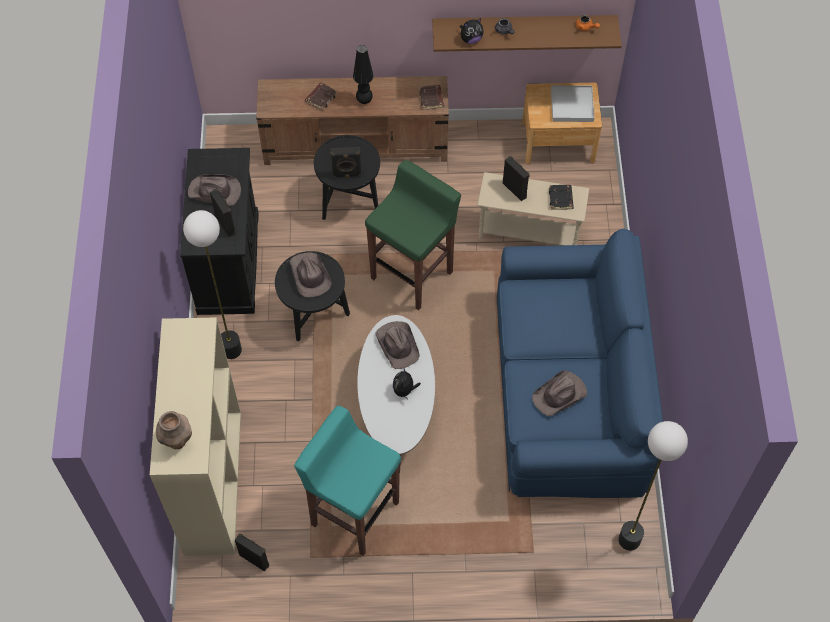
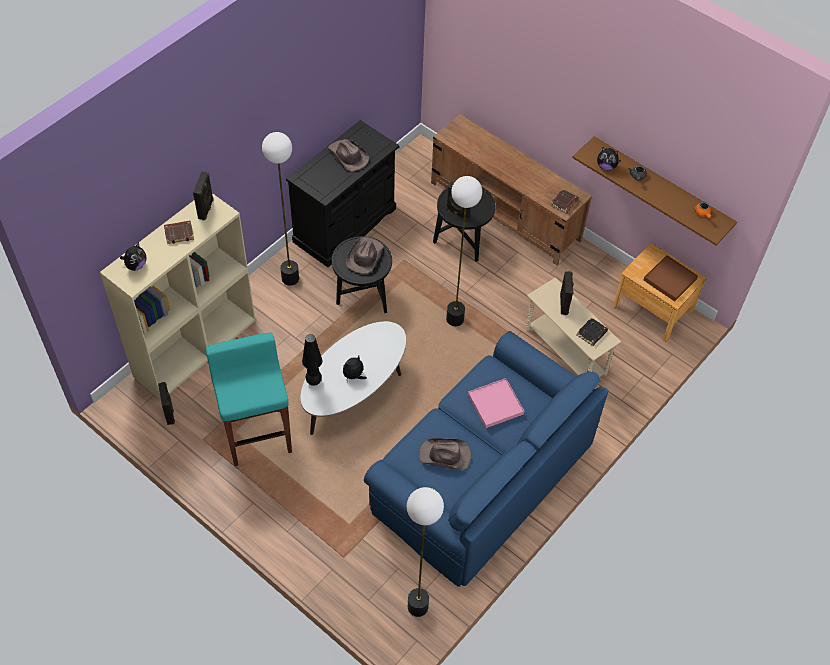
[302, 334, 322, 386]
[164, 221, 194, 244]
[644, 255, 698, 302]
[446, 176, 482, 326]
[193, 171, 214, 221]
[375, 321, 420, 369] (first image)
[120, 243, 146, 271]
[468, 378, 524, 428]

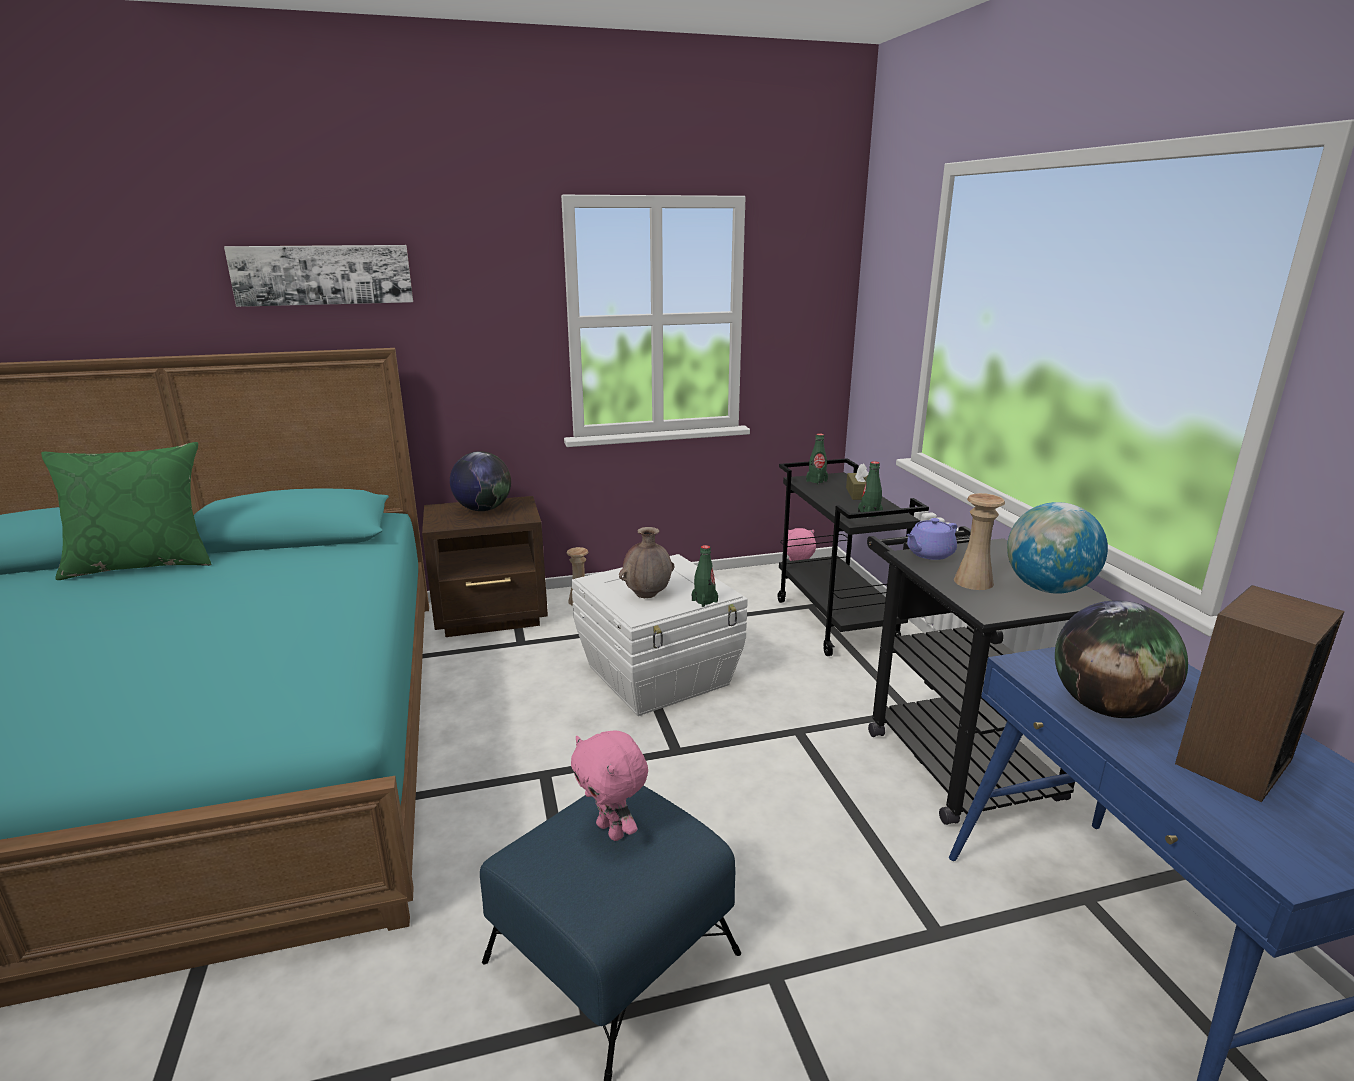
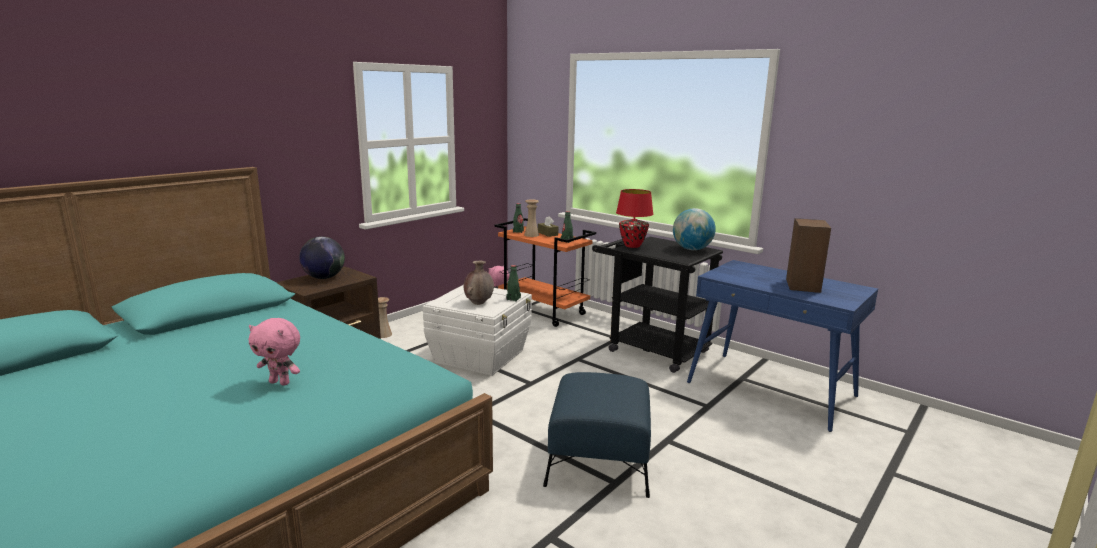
[224, 245, 413, 307] (first image)
[41, 442, 211, 580] (first image)
[495, 218, 596, 327]
[524, 200, 539, 237]
[616, 189, 653, 248]
[1055, 600, 1188, 718] (first image)
[249, 318, 300, 386]

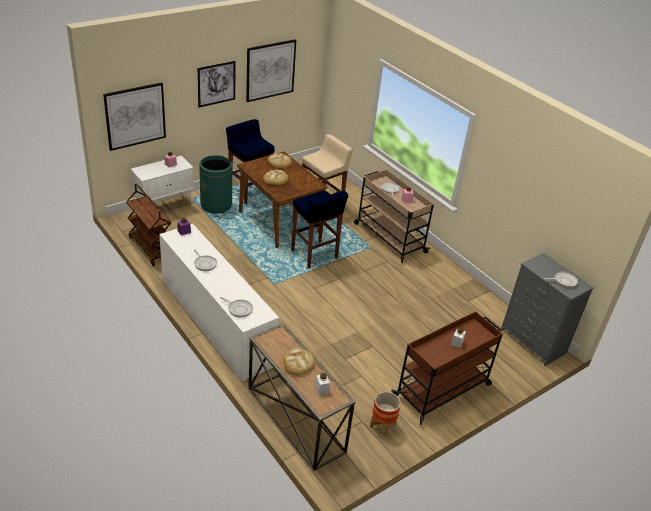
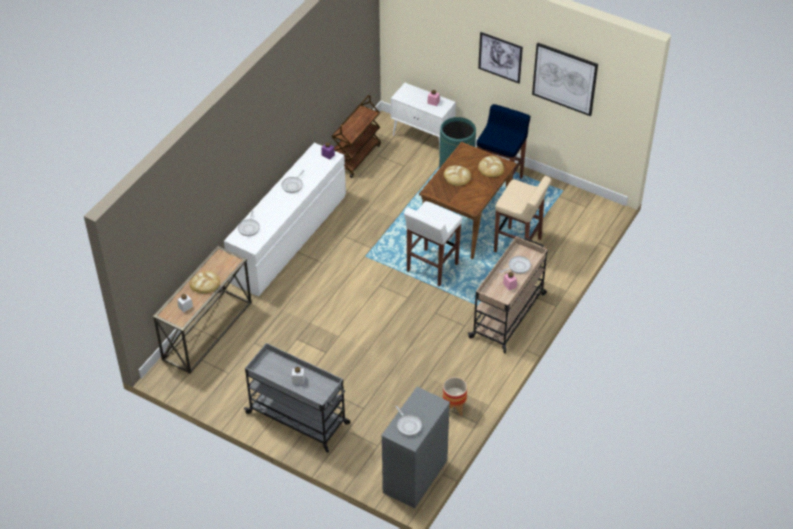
[103, 82, 166, 151] (first image)
[404, 201, 462, 286]
[244, 343, 350, 453]
[443, 377, 467, 416]

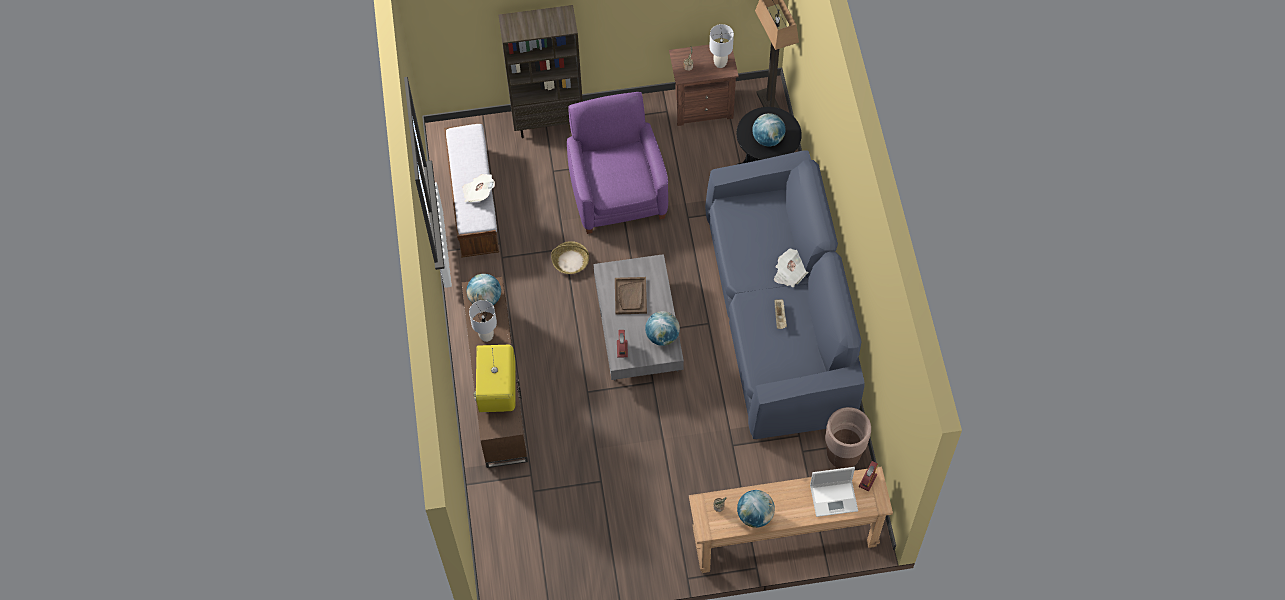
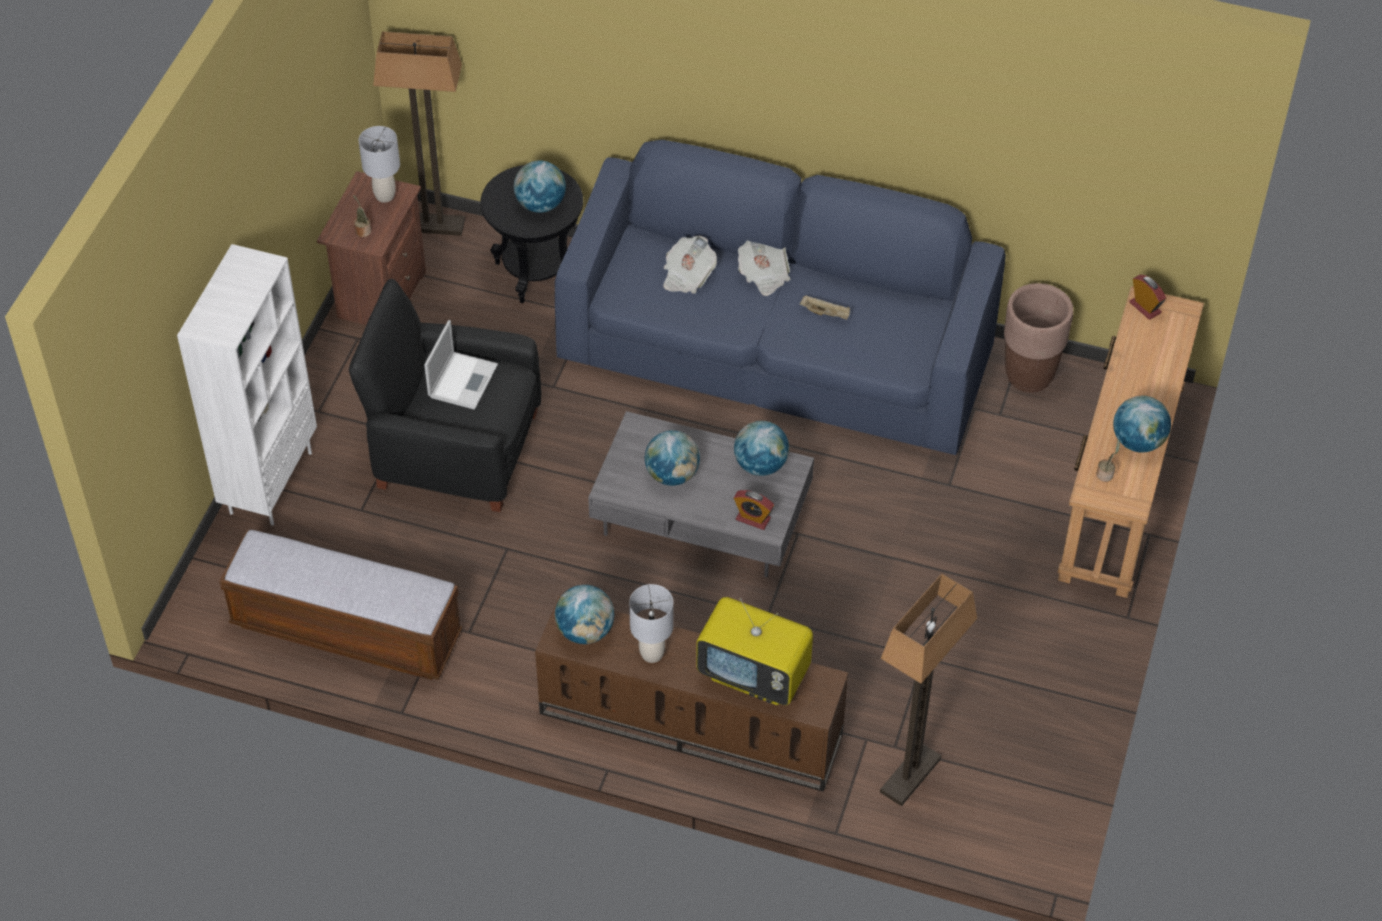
[177, 244, 317, 526]
[349, 279, 541, 512]
[663, 236, 717, 294]
[551, 241, 589, 274] (first image)
[645, 430, 700, 486]
[424, 320, 498, 410]
[880, 573, 977, 806]

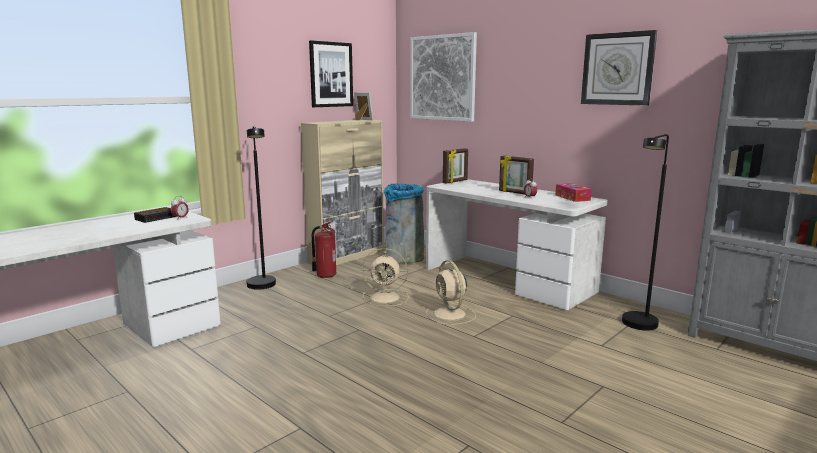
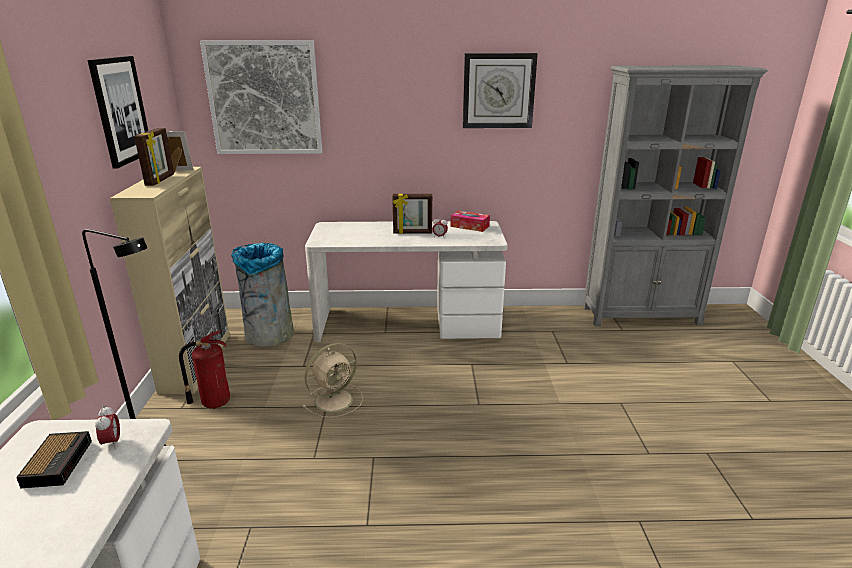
[622, 134, 669, 330] (first image)
[134, 128, 174, 186]
[426, 260, 476, 325] (first image)

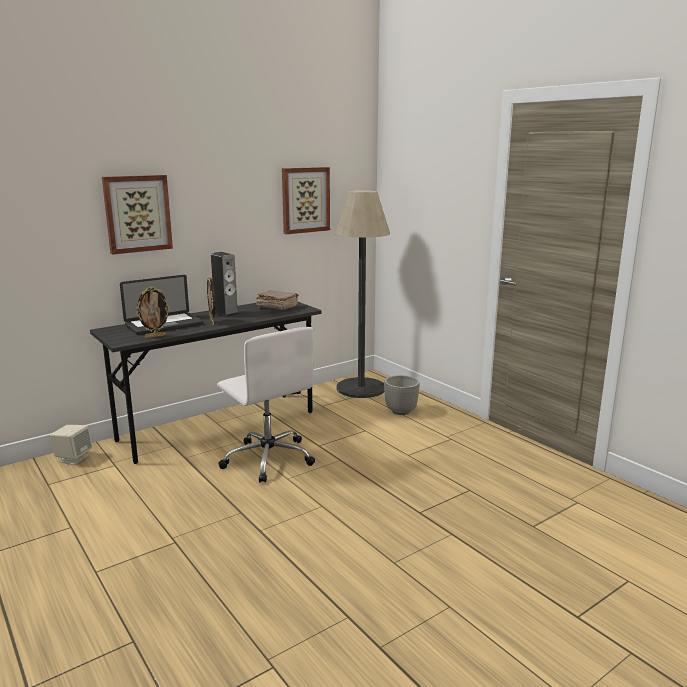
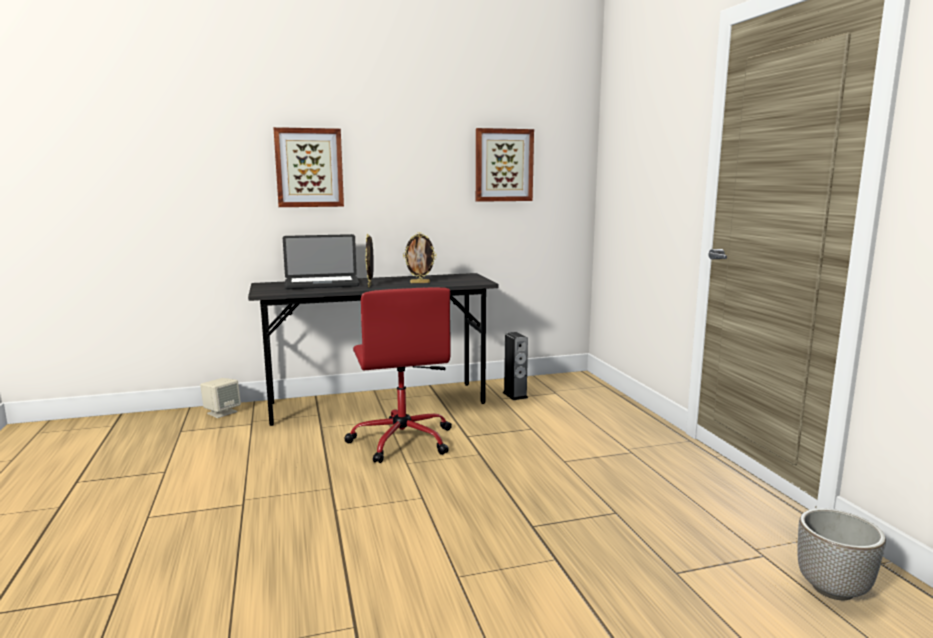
[335, 190, 390, 398] (first image)
[503, 332, 528, 400]
[403, 232, 437, 283]
[256, 290, 299, 310] (first image)
[345, 287, 452, 463]
[798, 508, 886, 600]

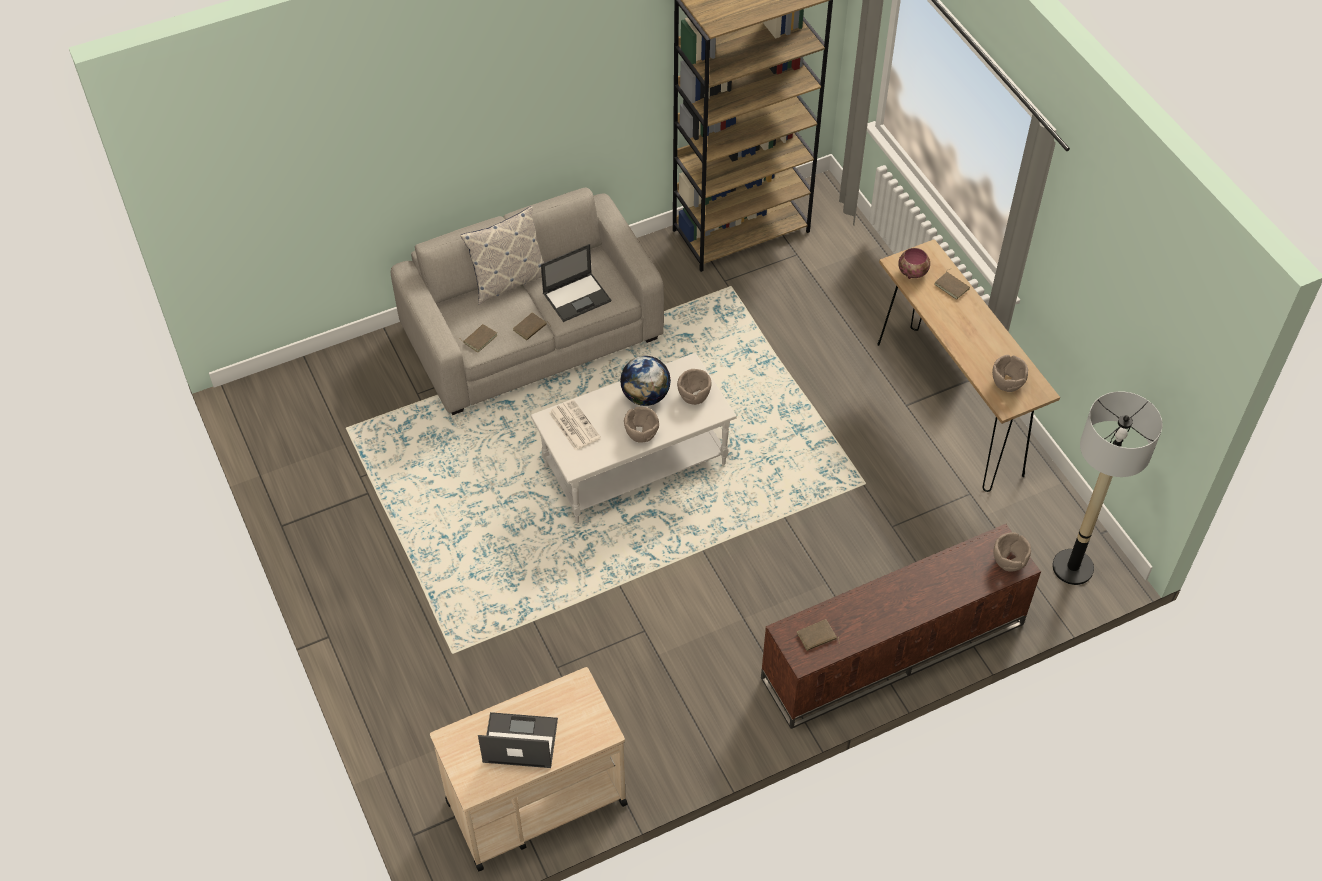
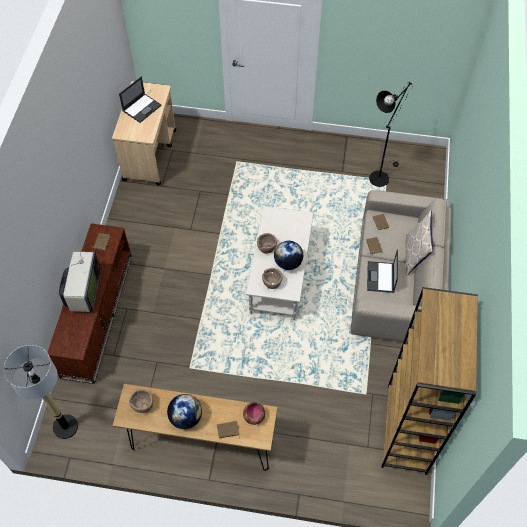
[549, 399, 601, 451] (first image)
[993, 532, 1031, 572] (first image)
[369, 82, 413, 187]
[59, 234, 101, 312]
[167, 394, 202, 429]

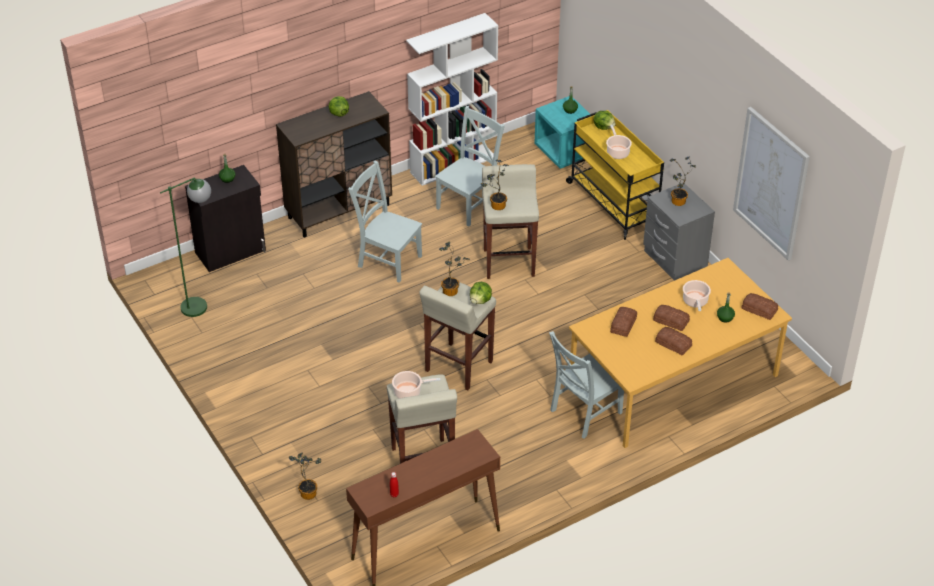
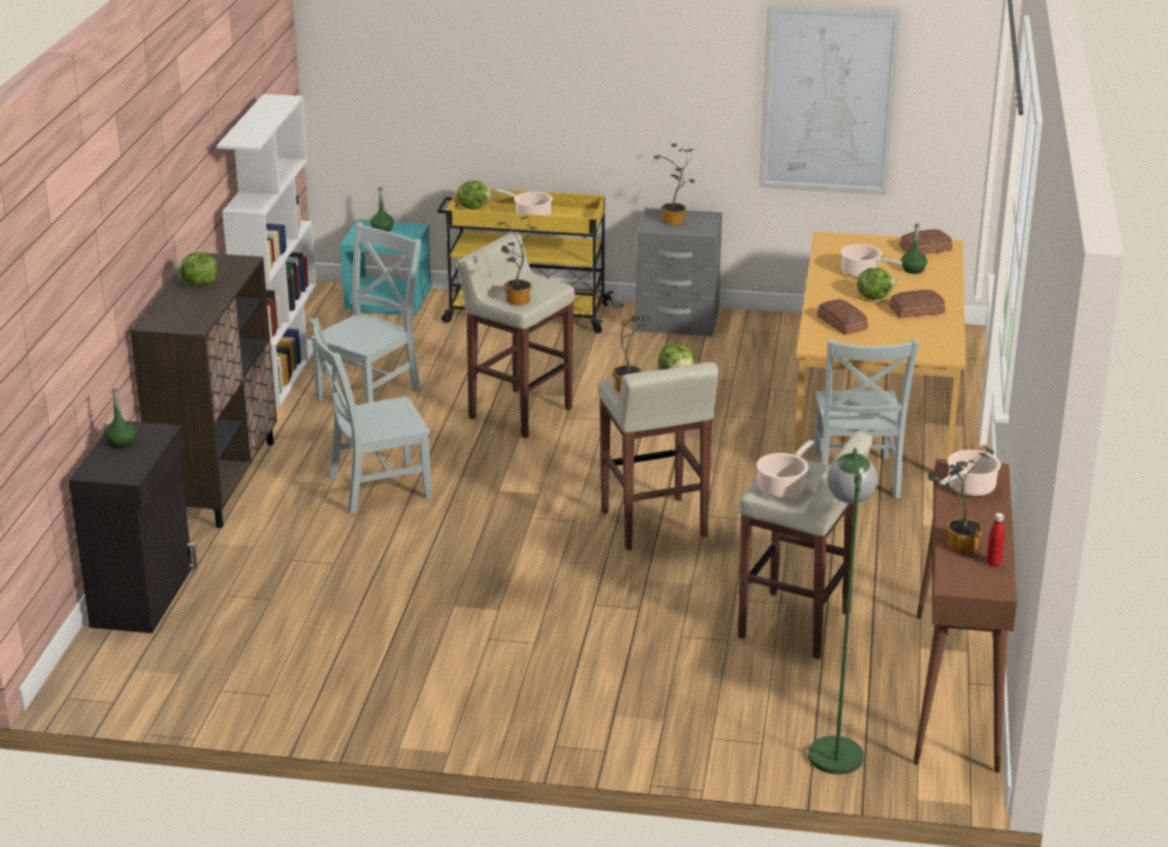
[310, 222, 421, 404]
[808, 448, 878, 774]
[857, 268, 896, 300]
[928, 447, 994, 553]
[939, 450, 1001, 496]

